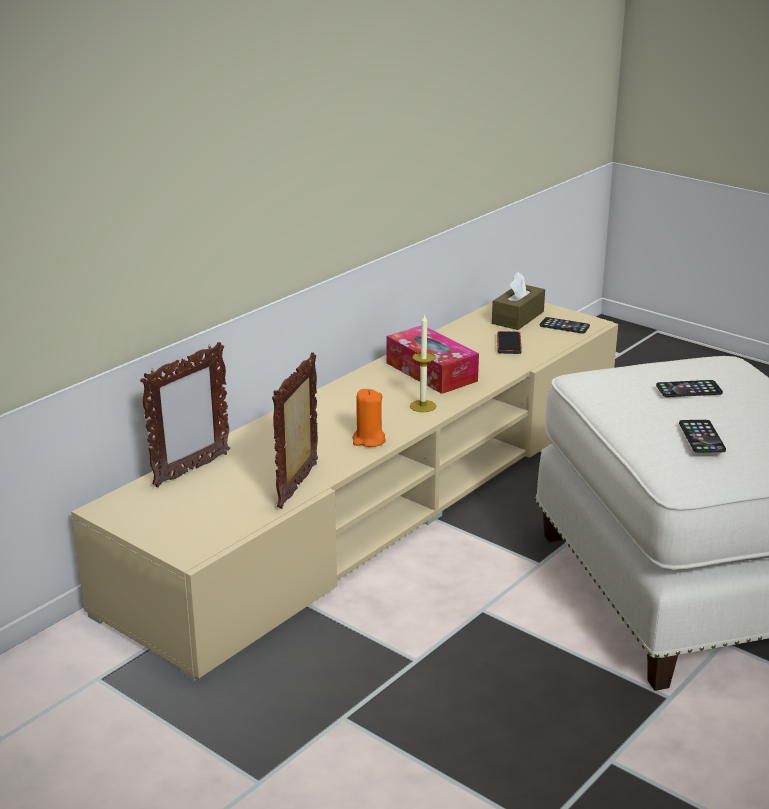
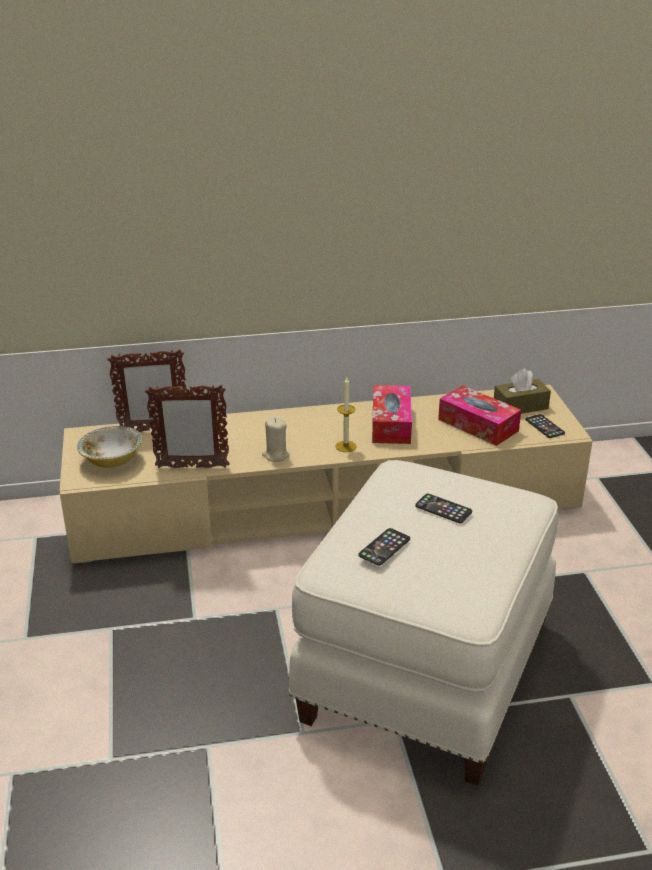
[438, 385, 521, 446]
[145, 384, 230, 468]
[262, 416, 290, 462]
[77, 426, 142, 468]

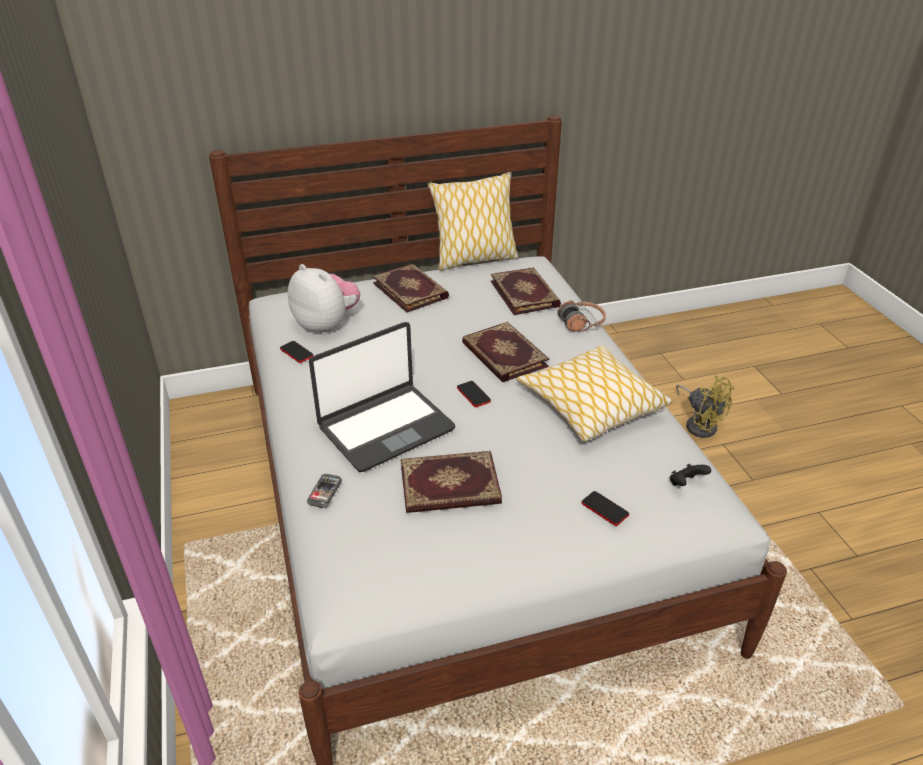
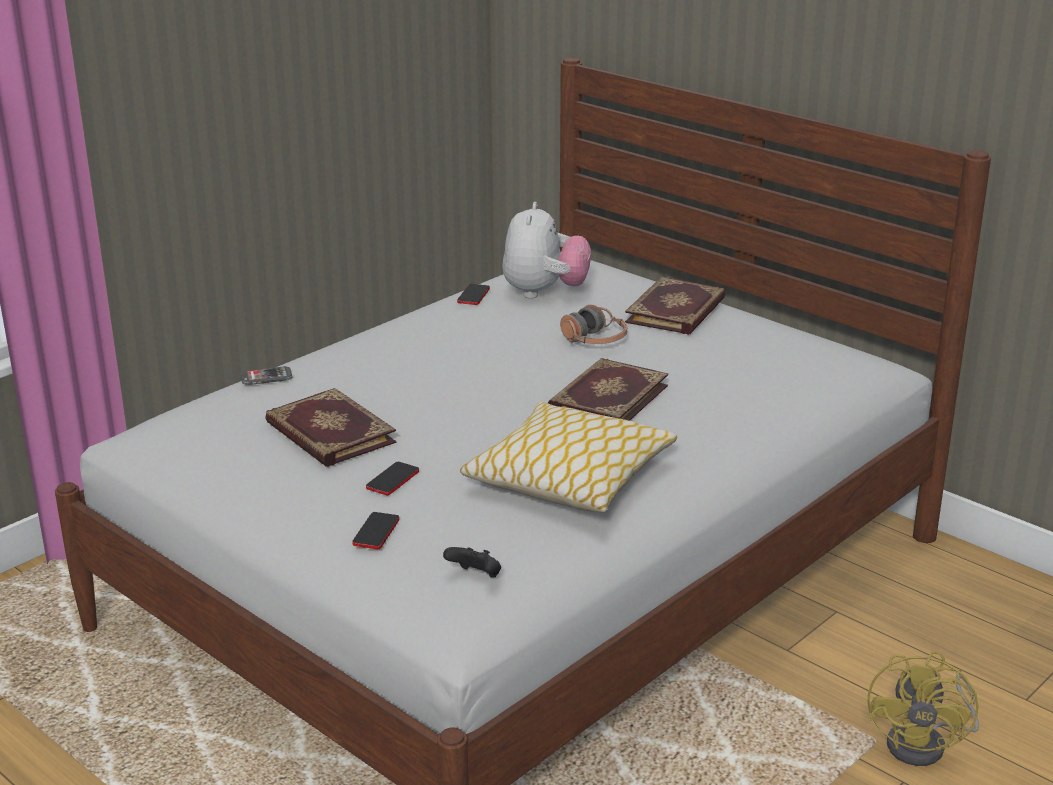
[427, 172, 518, 271] (first image)
[491, 267, 561, 315] (first image)
[560, 305, 627, 344]
[309, 322, 456, 472] (first image)
[366, 462, 419, 495]

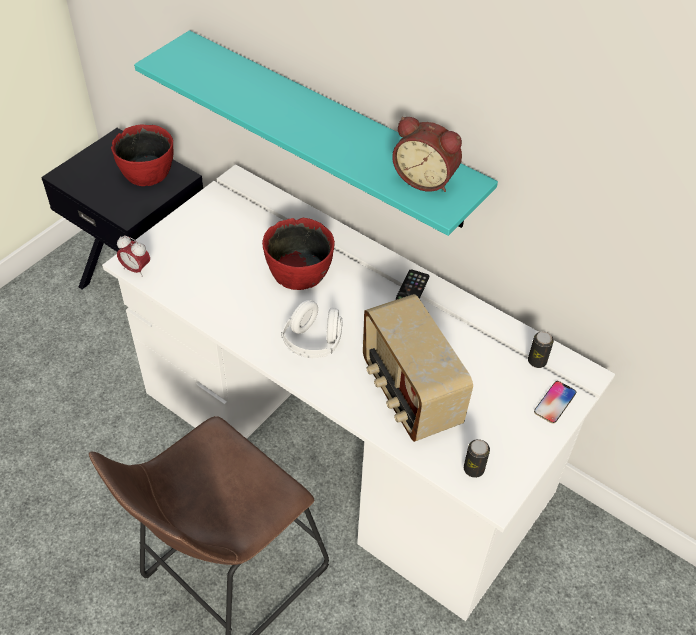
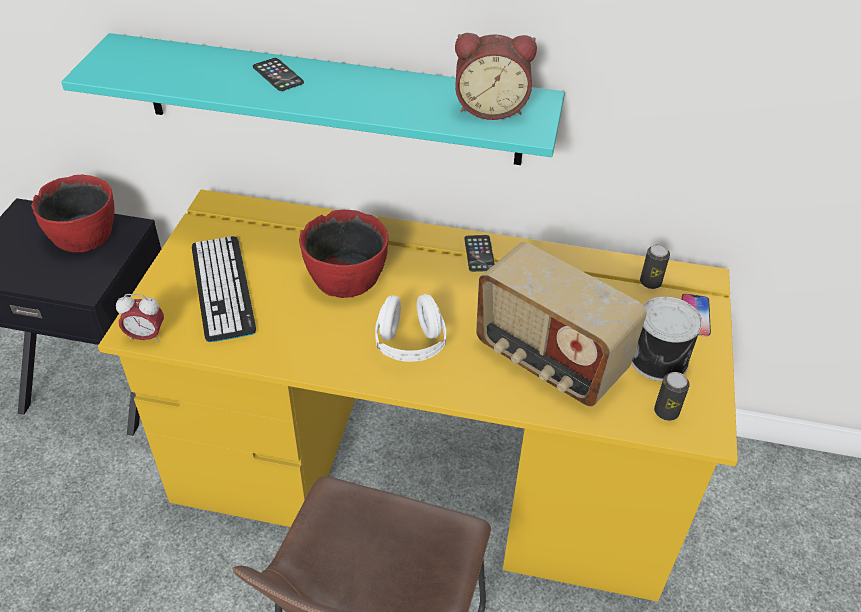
[98, 189, 738, 602]
[253, 58, 304, 91]
[192, 236, 256, 342]
[631, 296, 702, 381]

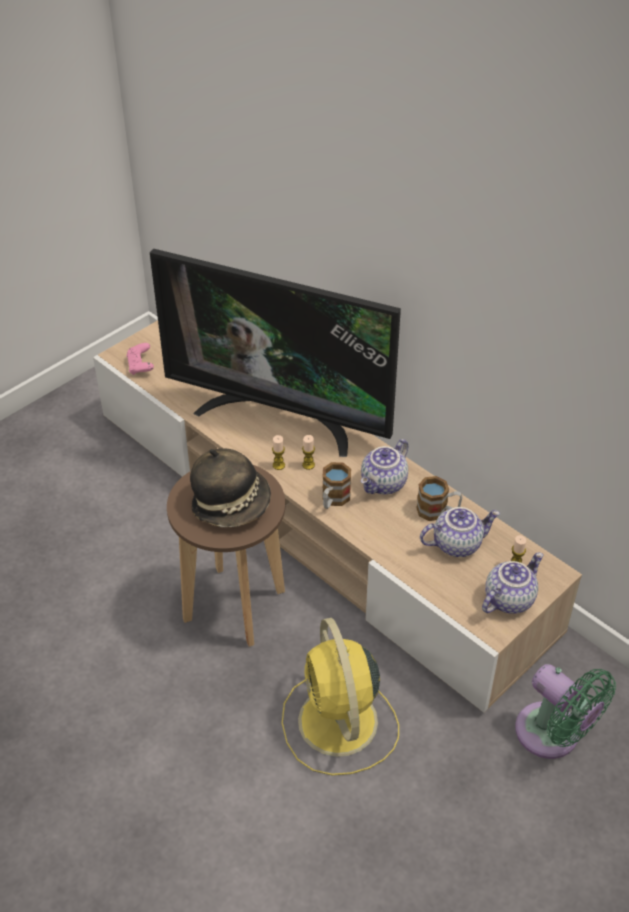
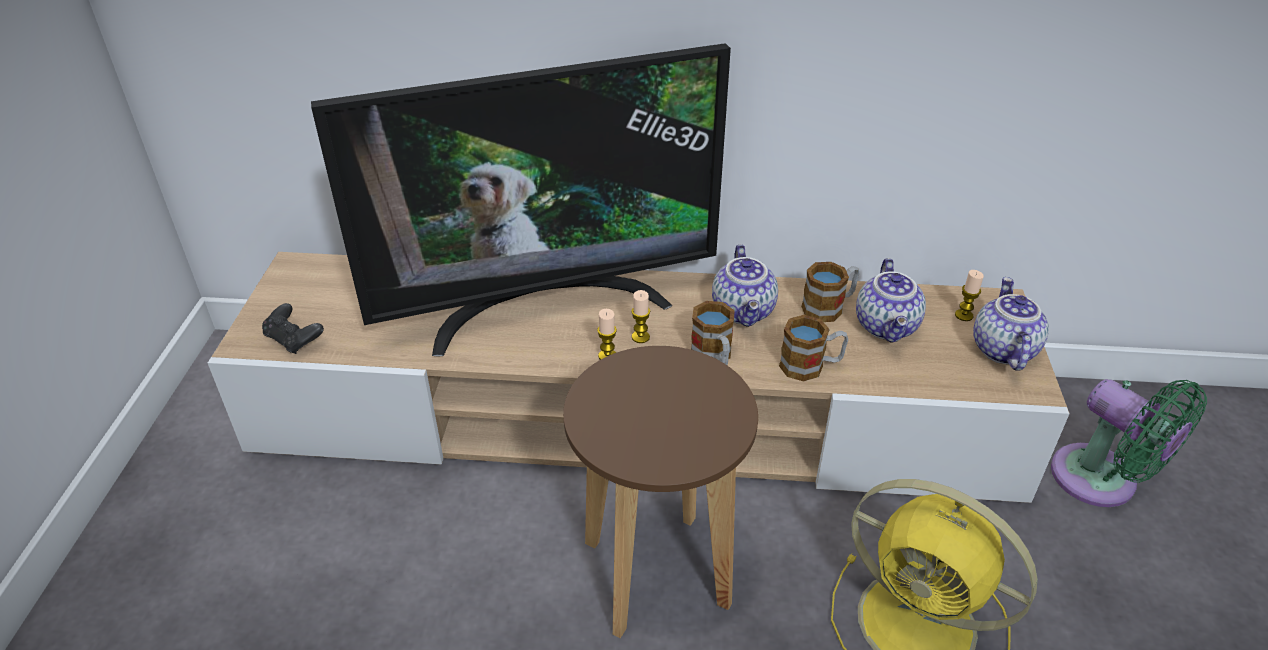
[262, 303, 324, 354]
[190, 448, 271, 527] (first image)
[856, 258, 926, 343]
[1051, 379, 1207, 507]
[779, 315, 848, 381]

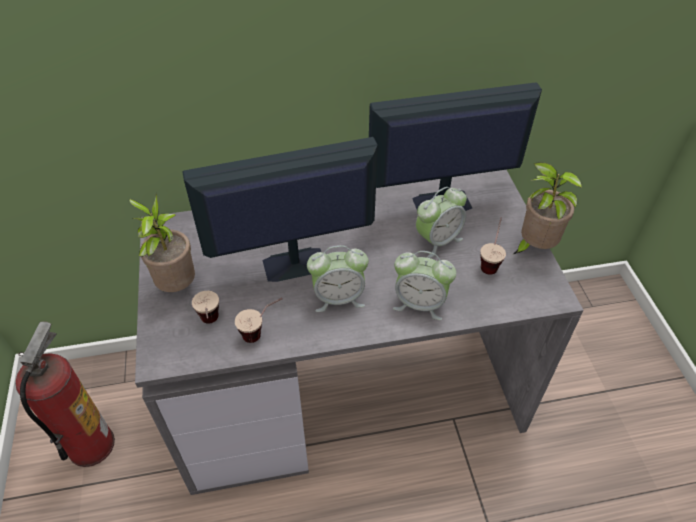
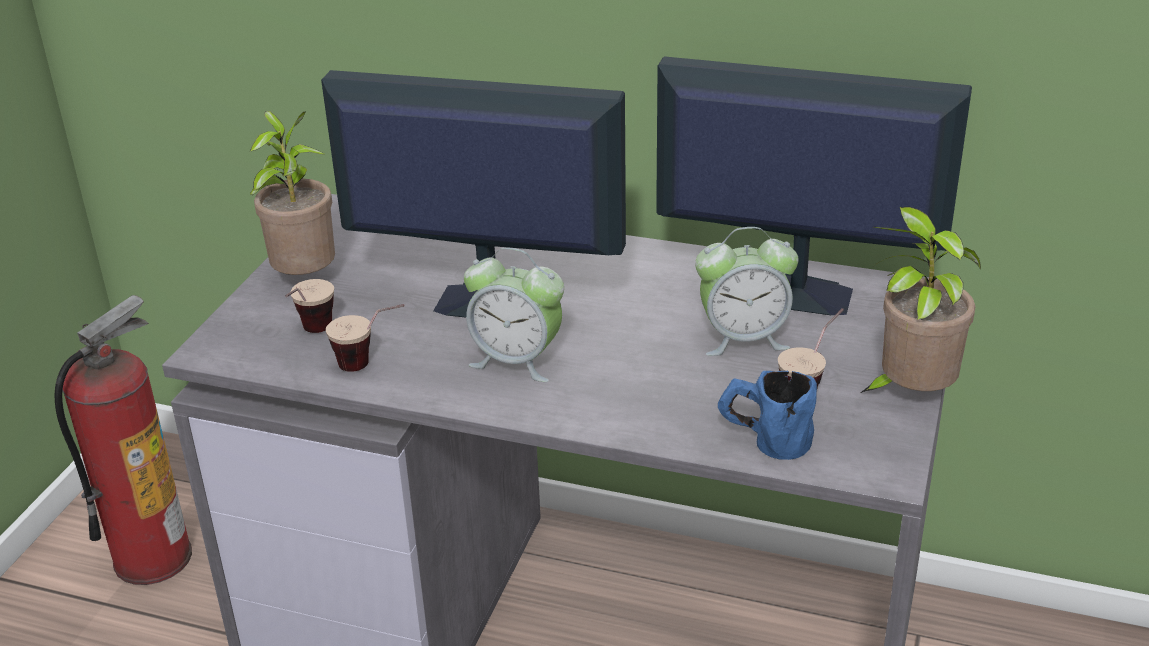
[393, 251, 456, 320] (first image)
[718, 371, 817, 460]

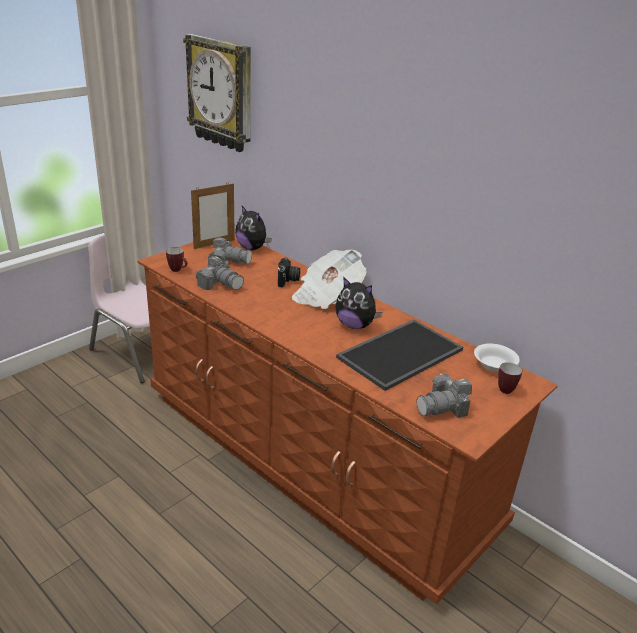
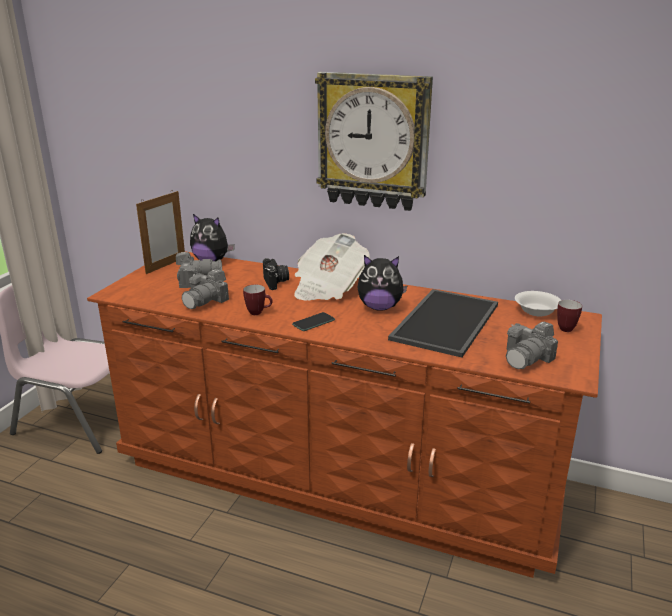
[315, 72, 433, 211]
[243, 285, 273, 315]
[182, 269, 229, 309]
[292, 312, 335, 331]

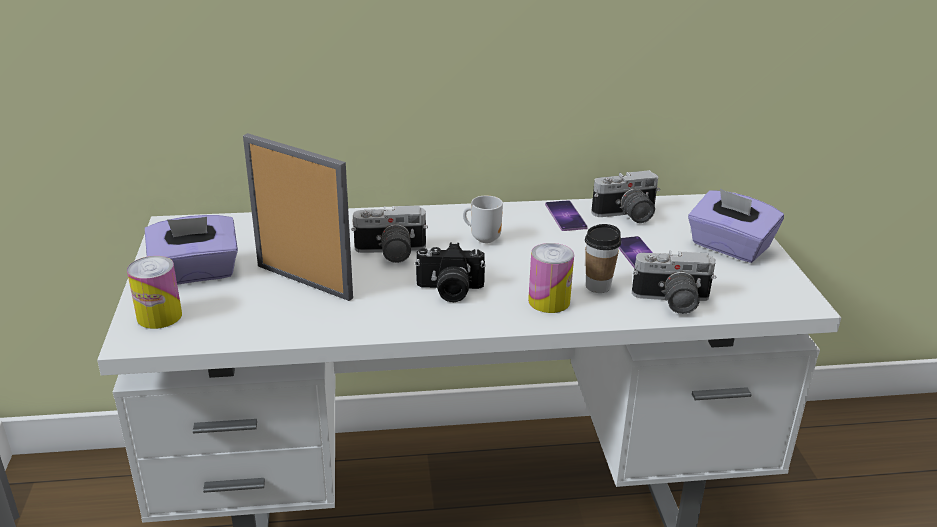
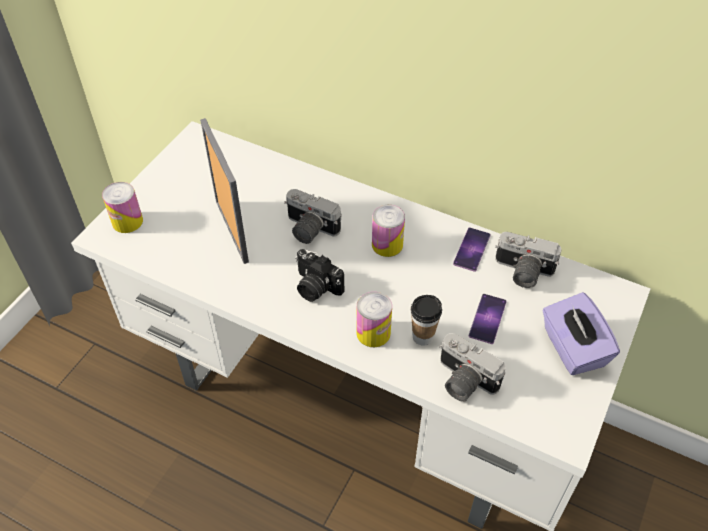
[372, 205, 405, 257]
[145, 215, 238, 285] (first image)

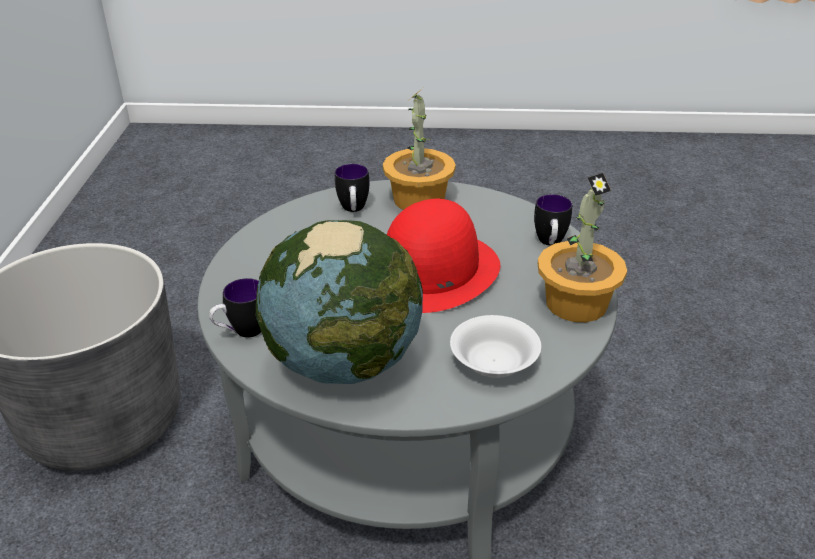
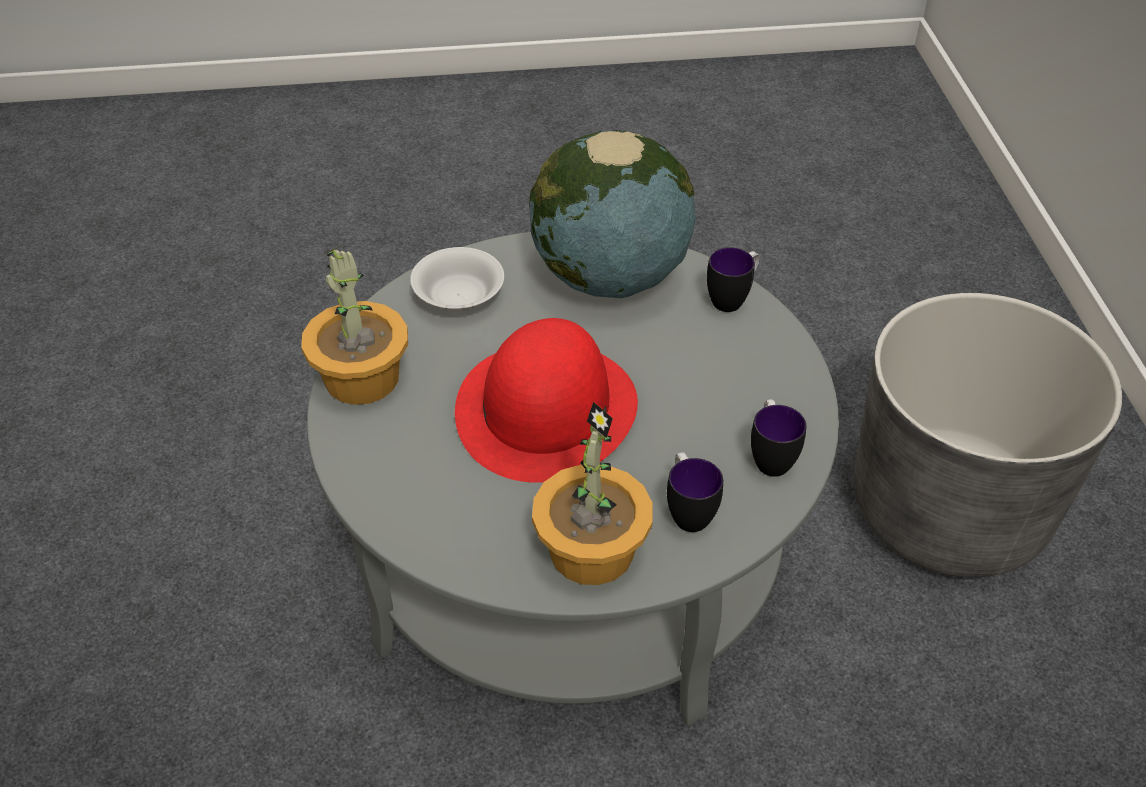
[751, 400, 806, 477]

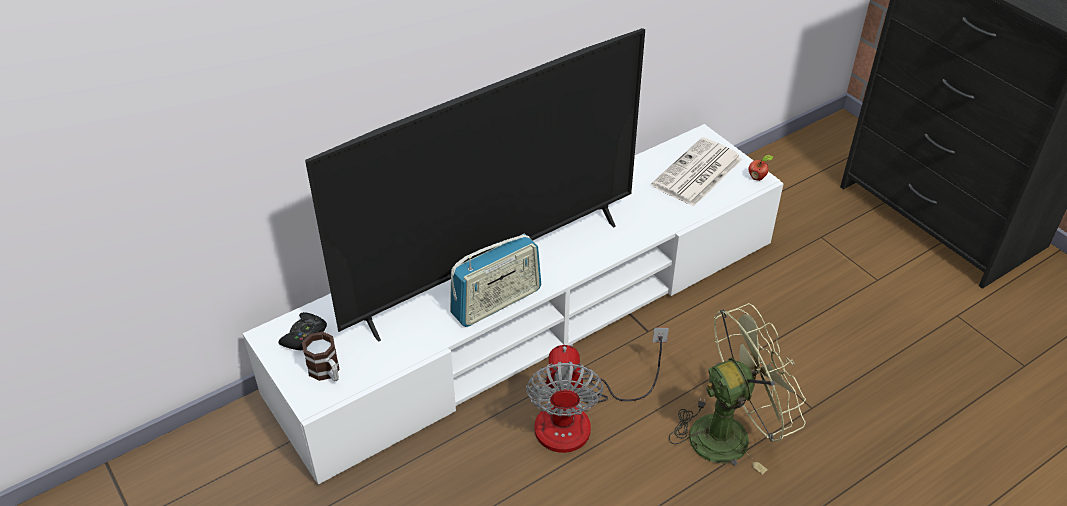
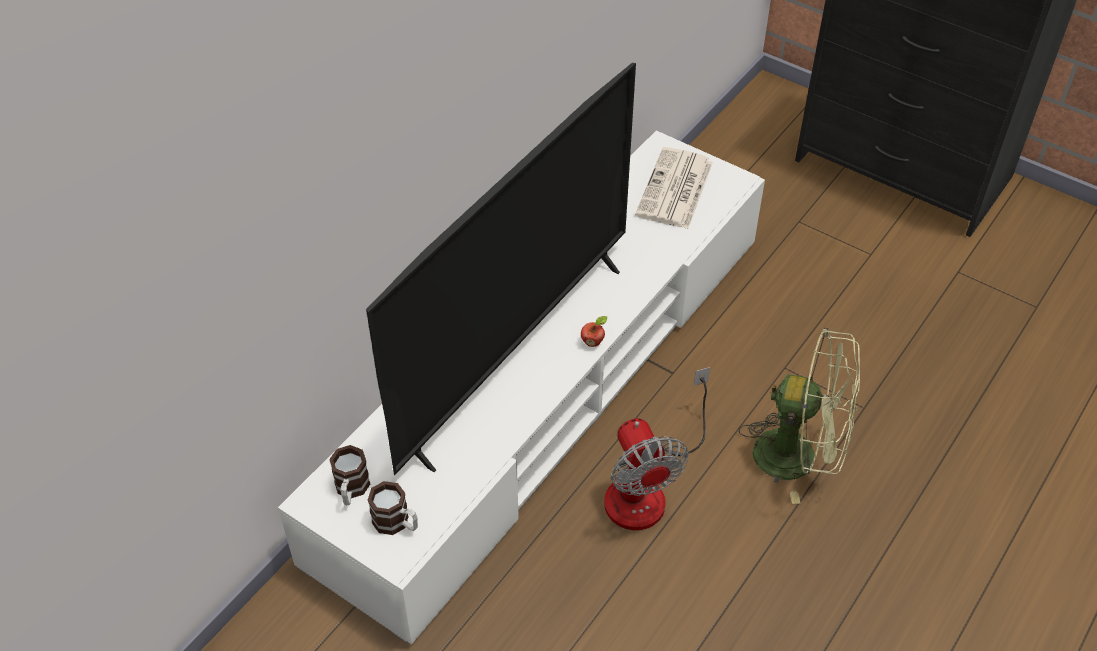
[581, 316, 607, 347]
[450, 234, 541, 327] (first image)
[739, 328, 860, 504]
[329, 445, 370, 505]

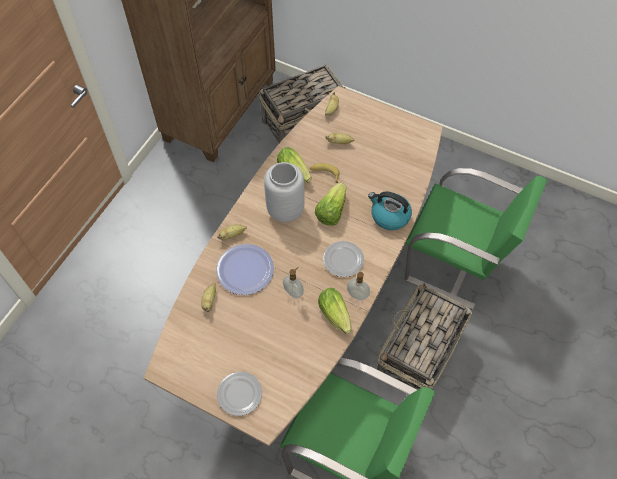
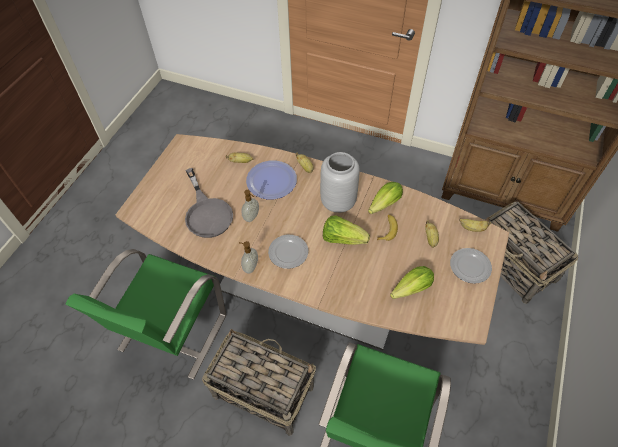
[368, 192, 412, 230] (first image)
[390, 266, 434, 299]
[450, 248, 492, 284]
[185, 168, 233, 238]

